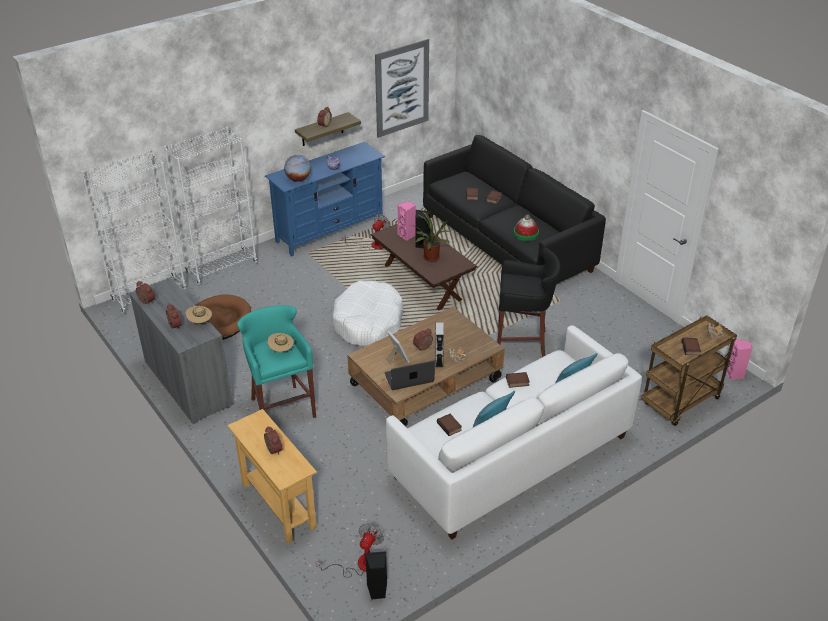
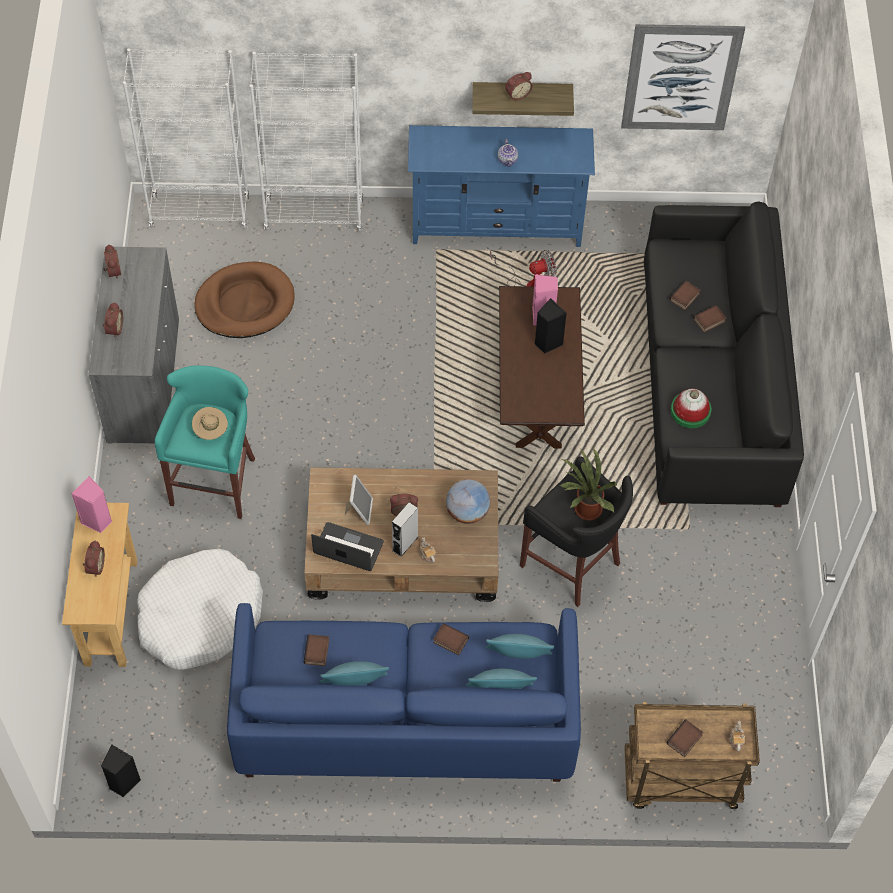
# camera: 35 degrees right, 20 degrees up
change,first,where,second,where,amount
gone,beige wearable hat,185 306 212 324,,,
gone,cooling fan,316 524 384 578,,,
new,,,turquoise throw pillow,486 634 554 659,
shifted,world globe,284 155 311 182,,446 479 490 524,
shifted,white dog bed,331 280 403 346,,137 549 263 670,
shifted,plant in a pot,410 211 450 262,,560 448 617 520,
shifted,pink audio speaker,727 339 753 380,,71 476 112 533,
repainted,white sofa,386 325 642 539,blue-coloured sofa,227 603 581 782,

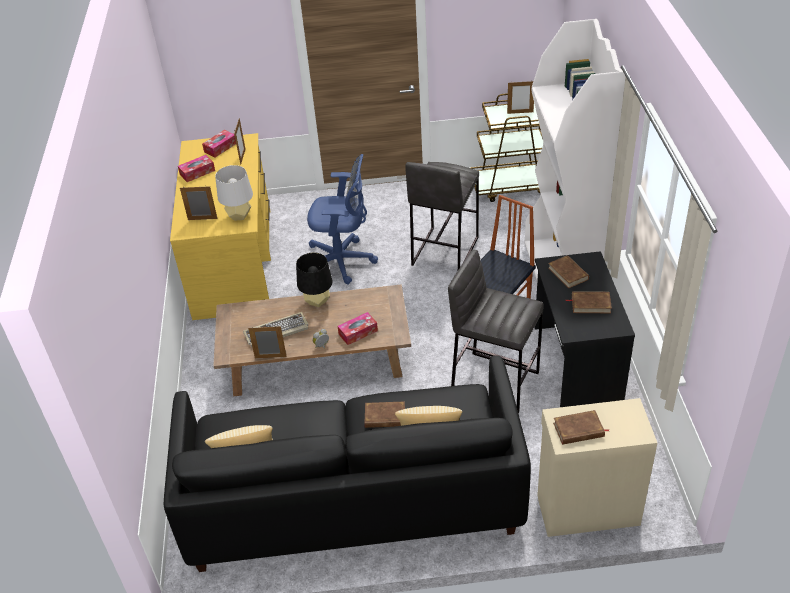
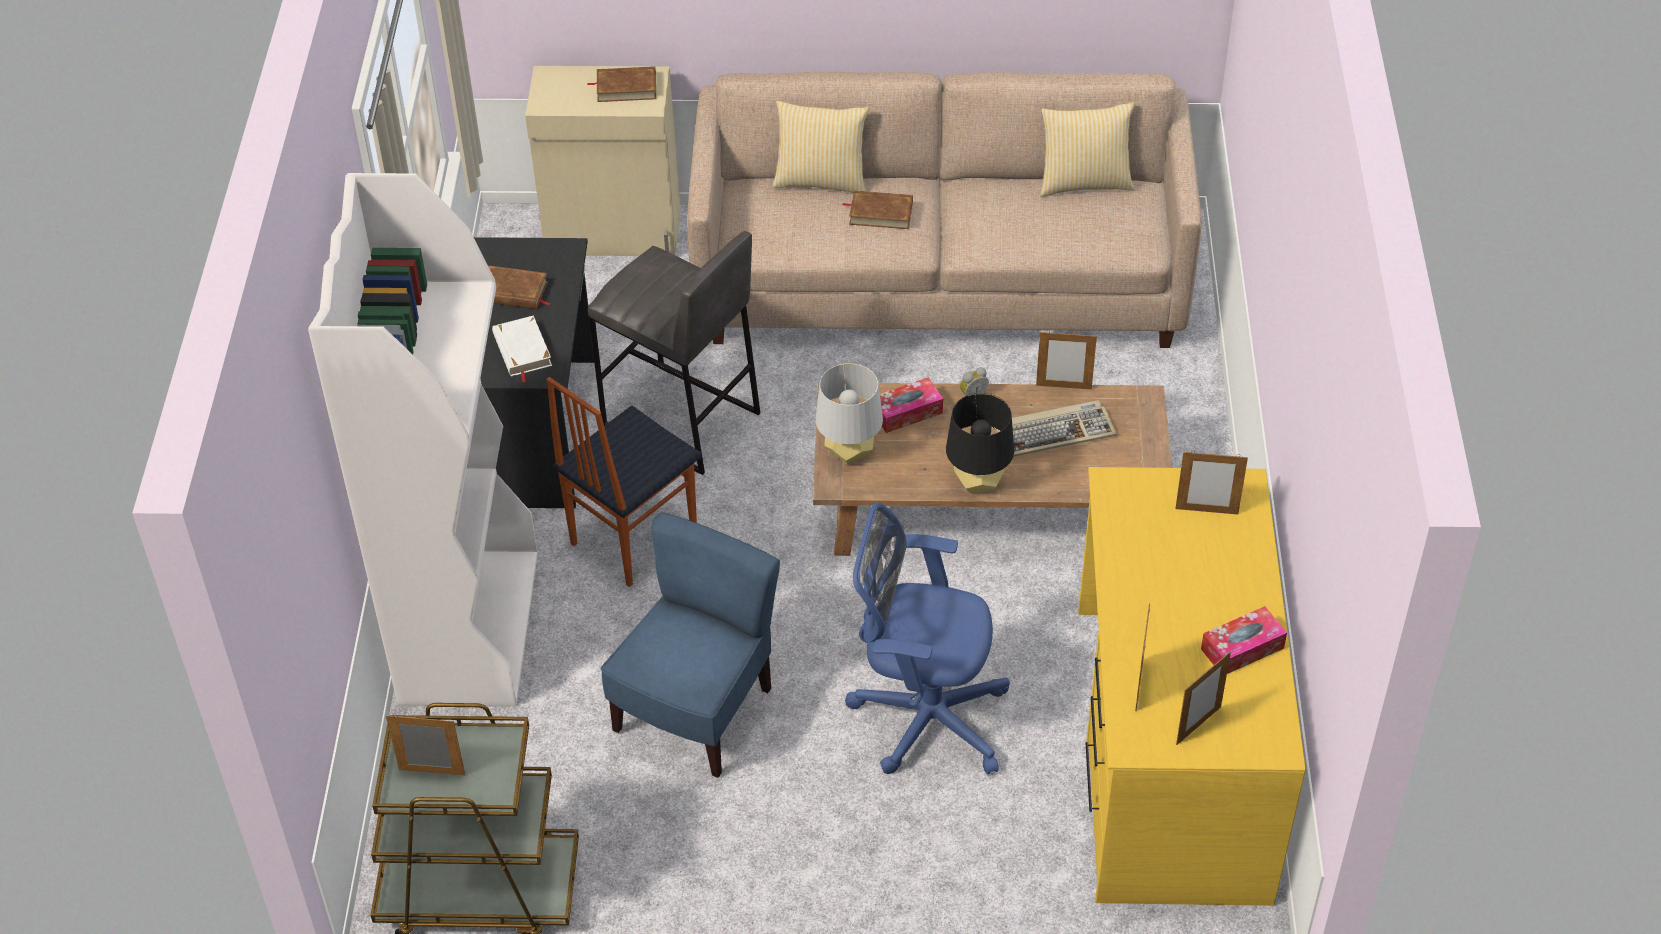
# camera: 175 degrees left, 5 degrees up
change,first,where,second,where,amount
shifted,greyish tabletop lamp,215 165 253 220,,816 363 883 464,
swapped,tissue box,202 130 236 157,picture frame,1176 652 1231 745,
swapped,greyish sitting stool,405 162 479 270,blue-coloured plain chair,601 513 780 778,
repainted,black sofa,164 356 531 572,beige sofa,687 72 1202 348,
repainted,brown book,548 255 589 288,white book,492 316 552 382,

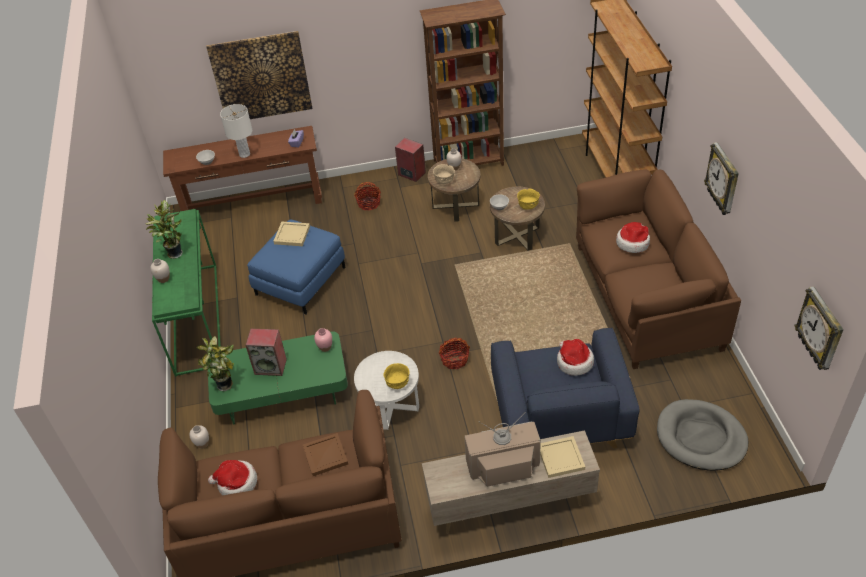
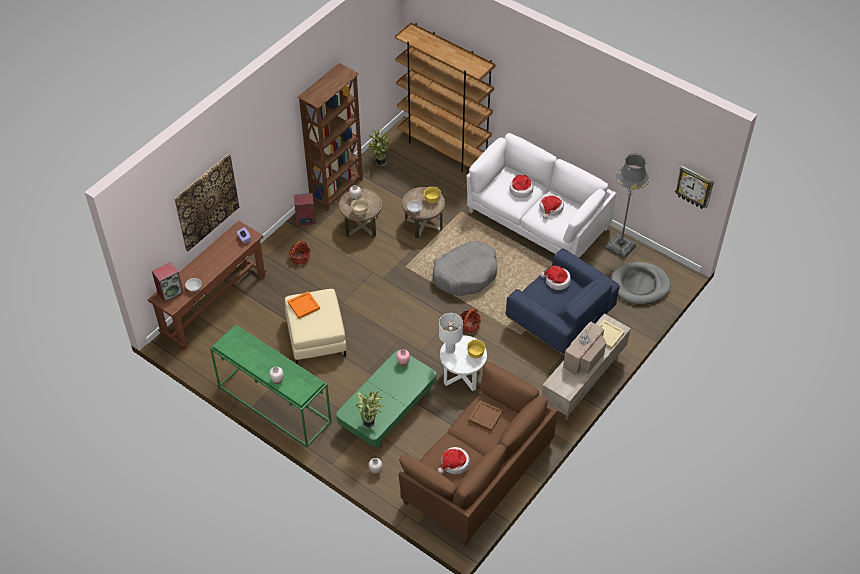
# camera: 45 degrees left, 5 degrees up
change,first,where,second,where,amount
gone,hanging clock,704 142 739 215,,,
new,,,greyish dog bed,432 241 497 296,
new,,,wearable hat,540 194 564 219,
new,,,greyish standing lamp,605 153 650 259,
shifted,plant in a pot,146 200 183 259,,368 128 391 166,
shifted,white tabletop lamp,220 104 252 158,,439 313 463 354,
shifted,audio speaker,245 329 287 376,,152 262 184 303,
repainted,blue-coloured ottoman,247 220 346 315,beige ottoman,285 289 347 365,
repainted,beige carrying tray,273 222 310 246,orangey carrying tray,288 291 320 319,
repainted,brown sofa,576 170 741 369,white sofa,467 133 616 258,

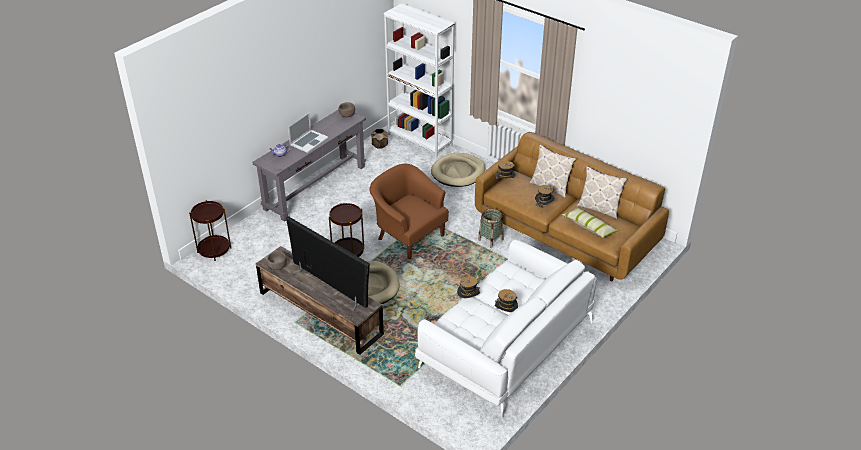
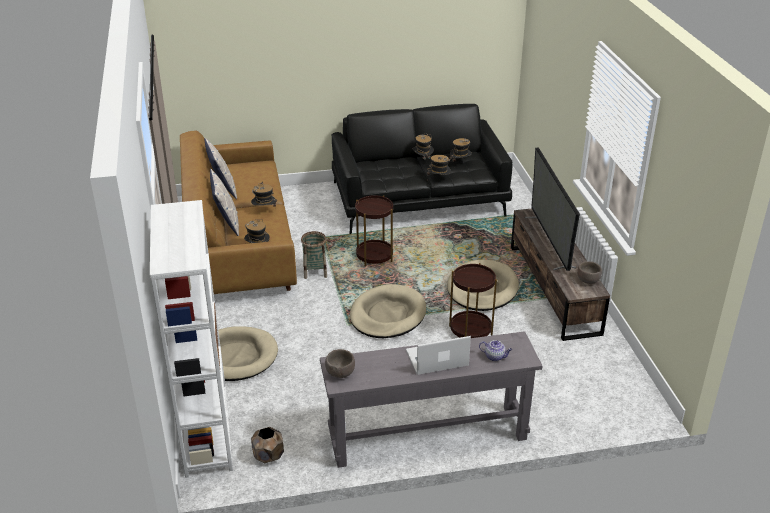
# camera: 140 degrees left, 5 degrees down
change,first,where,second,where,amount
gone,throw pillow,562 207 618 239,,,
new,,,wearable hat,450 138 472 164,
shifted,brown side table,189 200 231 261,,355 195 393 267,
swapped,brown lounge chair,369 164 449 260,beige dog bed,350 284 426 338,
repainted,white sofa,415 240 597 418,black sofa,332 104 512 234,

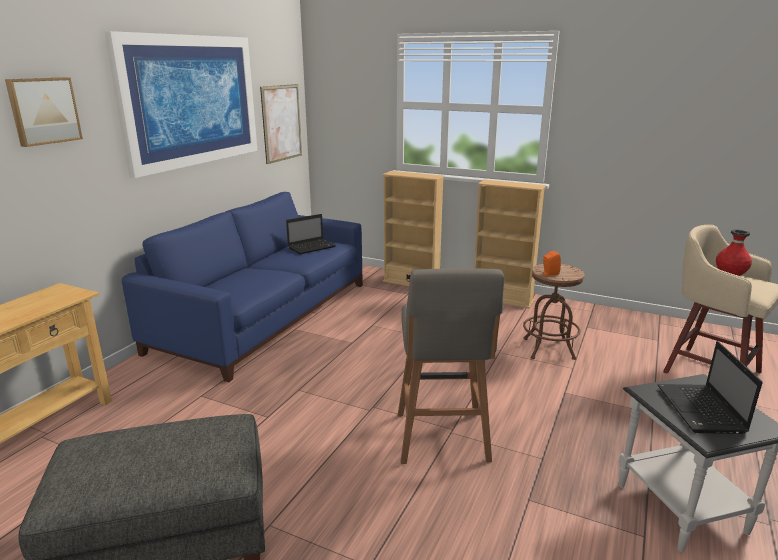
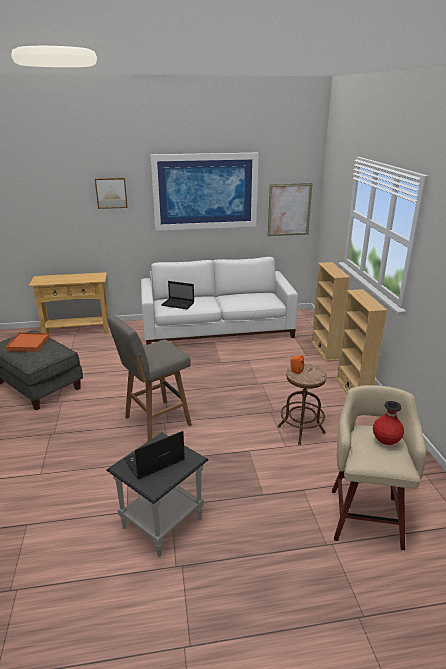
# camera: 55 degrees right, 5 degrees up
change,first,where,second,where,amount
new,,,orangey carrying tray,6 332 50 352,
shifted,notebook computer,286 214 336 254,,161 281 194 309,
repainted,blue-coloured sofa,122 192 363 382,white sofa,141 257 298 345,

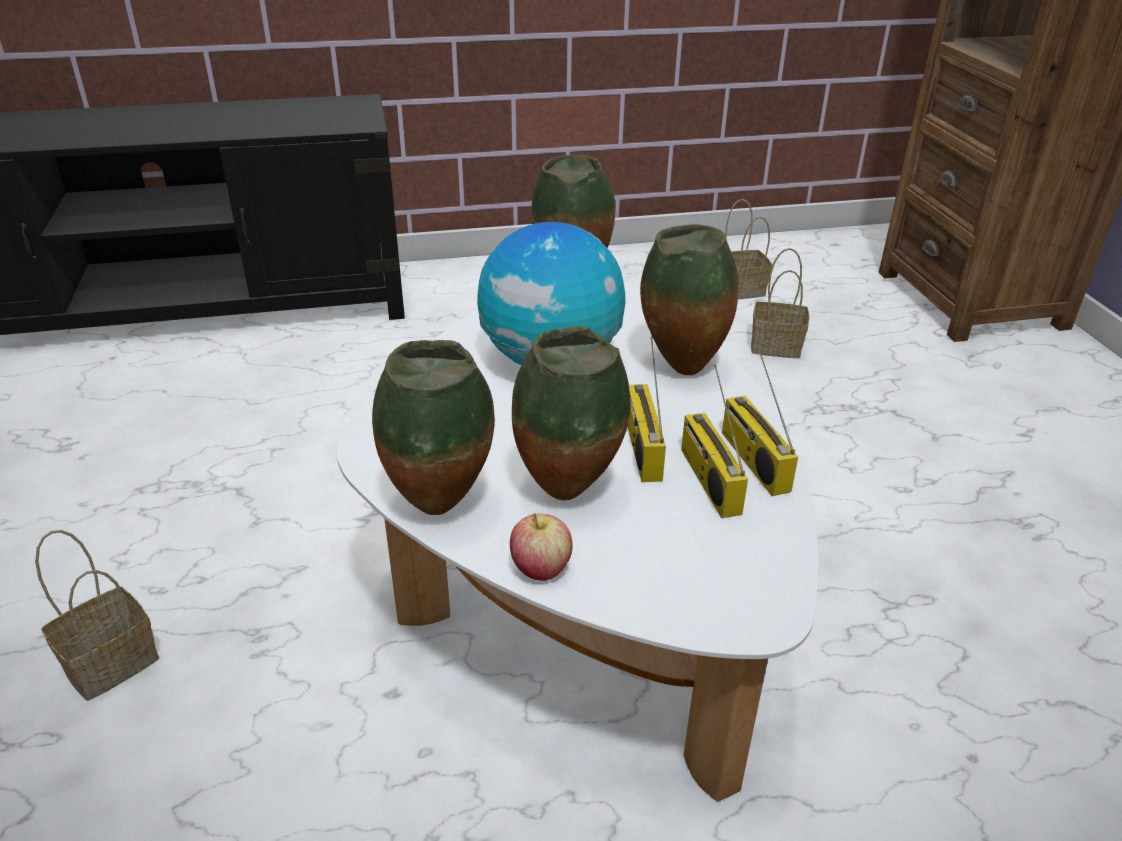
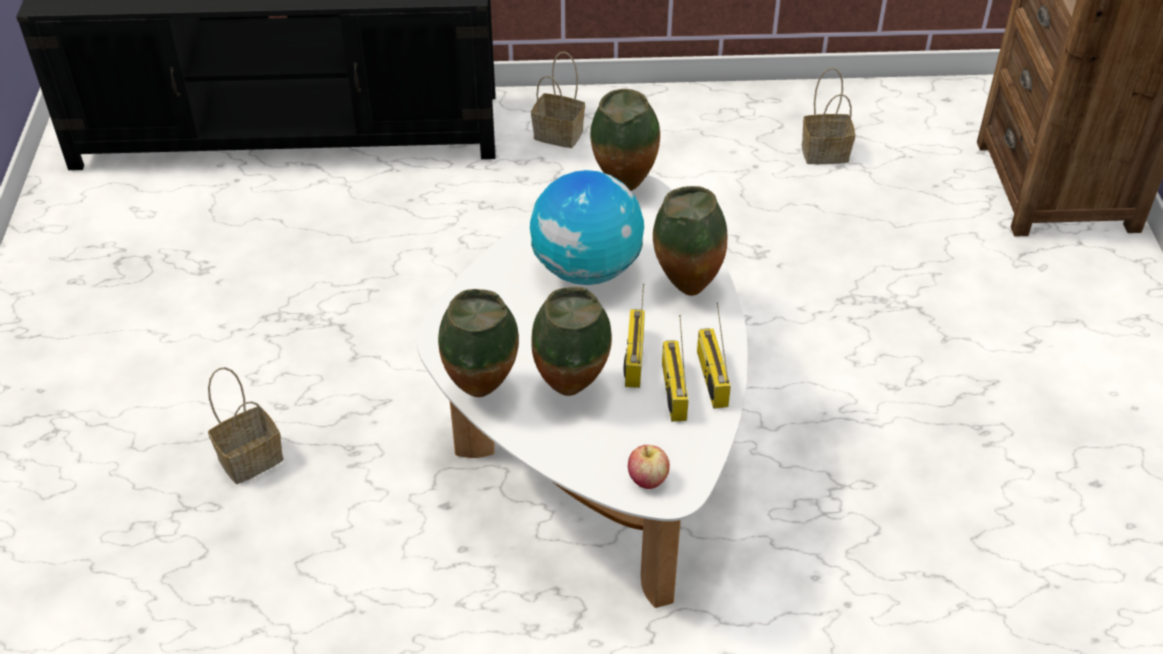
# camera: 10 degrees right, 10 degrees up
change,first,where,second,where,amount
shifted,apple,510 513 572 581,,628 445 670 489,
shifted,storage basket,751 248 809 358,,531 52 585 148,

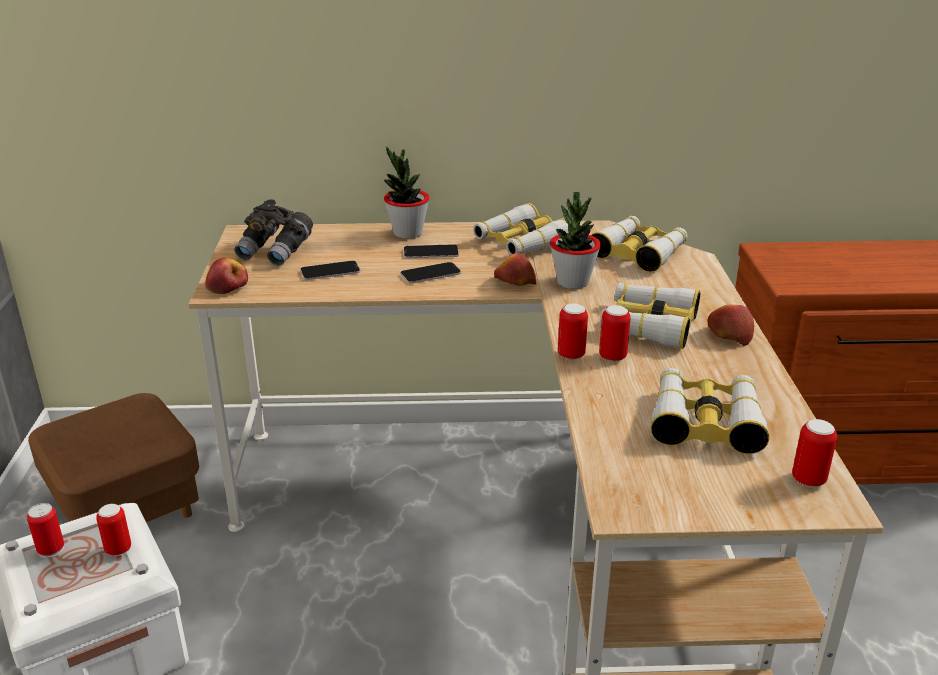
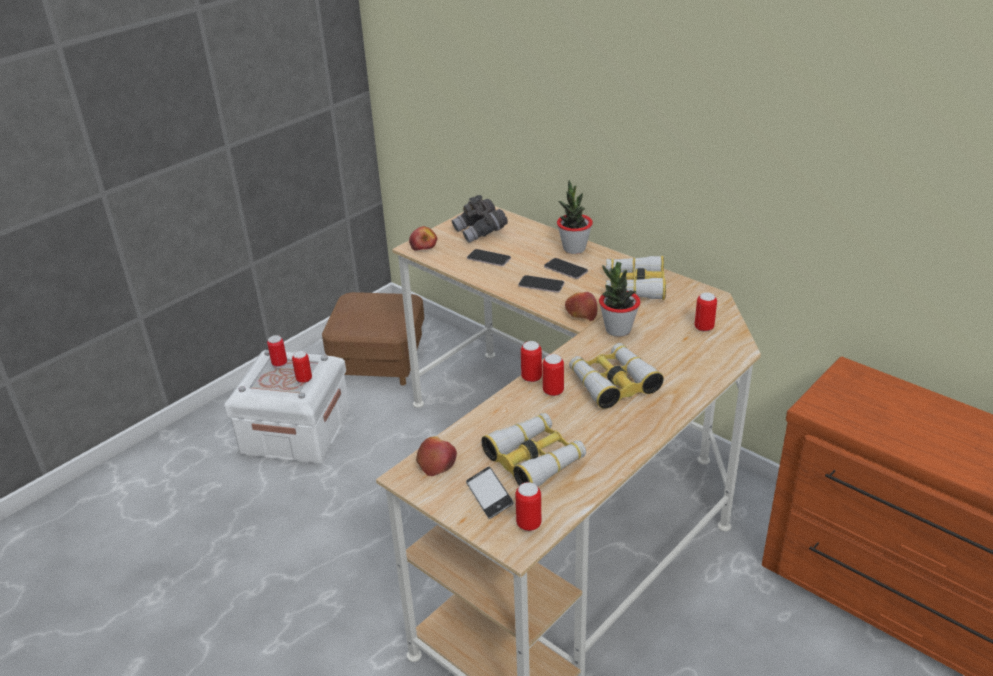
# camera: 45 degrees right, 5 degrees up
change,first,where,second,where,amount
new,,,phone,466 467 514 519,
shifted,apple,708 304 754 346,,416 436 457 476,
swapped,binoculars,591 216 688 272,can,695 292 717 332,

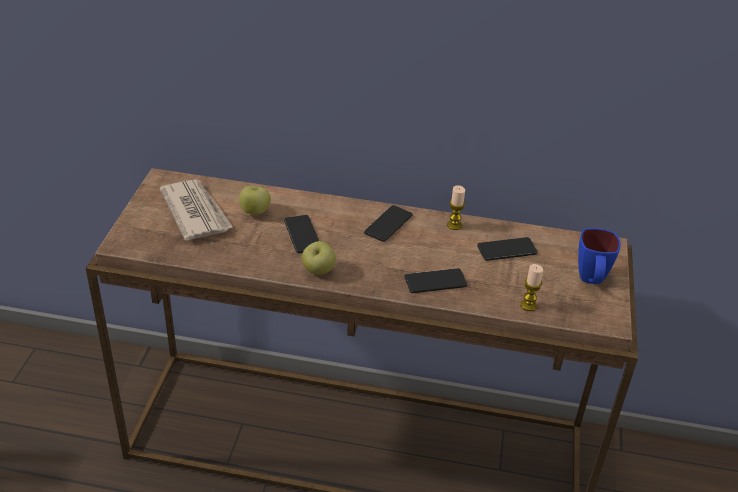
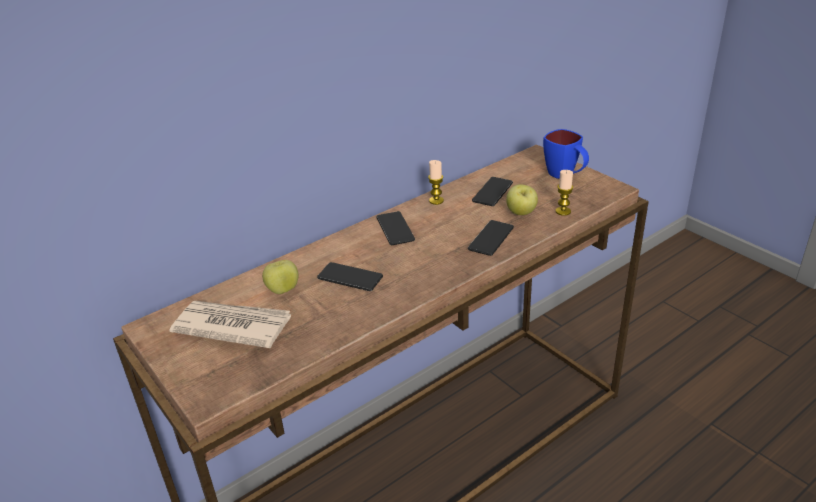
# camera: 45 degrees left, 5 degrees down
change,first,where,second,where,amount
shifted,apple,302 241 336 275,,506 184 538 215,

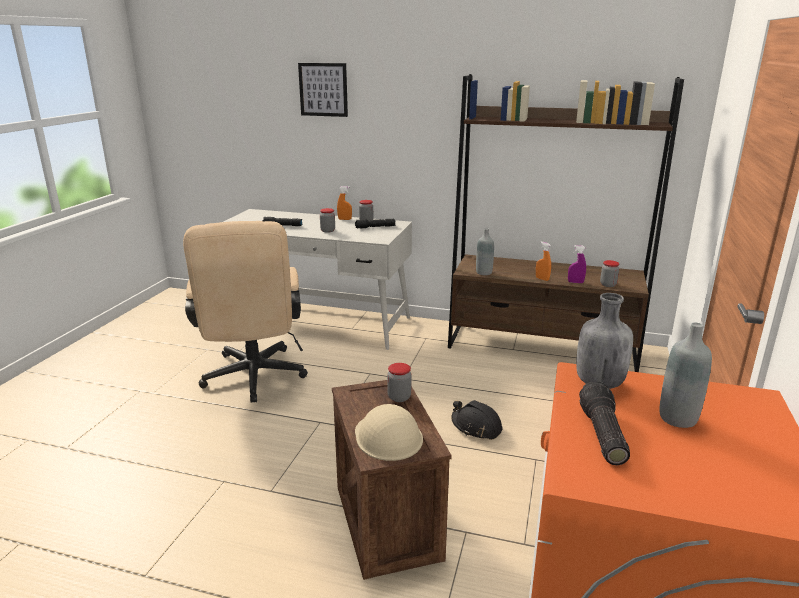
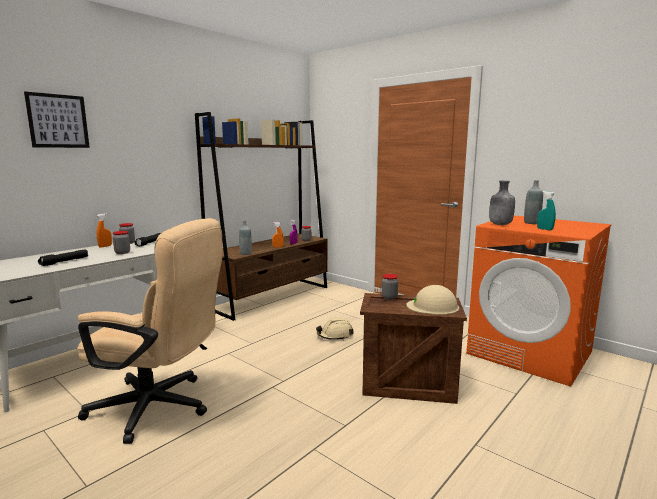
# camera: 65 degrees left, 10 degrees down
change,first,where,second,where,amount
swapped,hand torch,579 381 630 465,turquoise sprayer,537 191 556 230,
repainted,black hard hat,451 400 502 440,beige hard hat,316 318 354 340,

